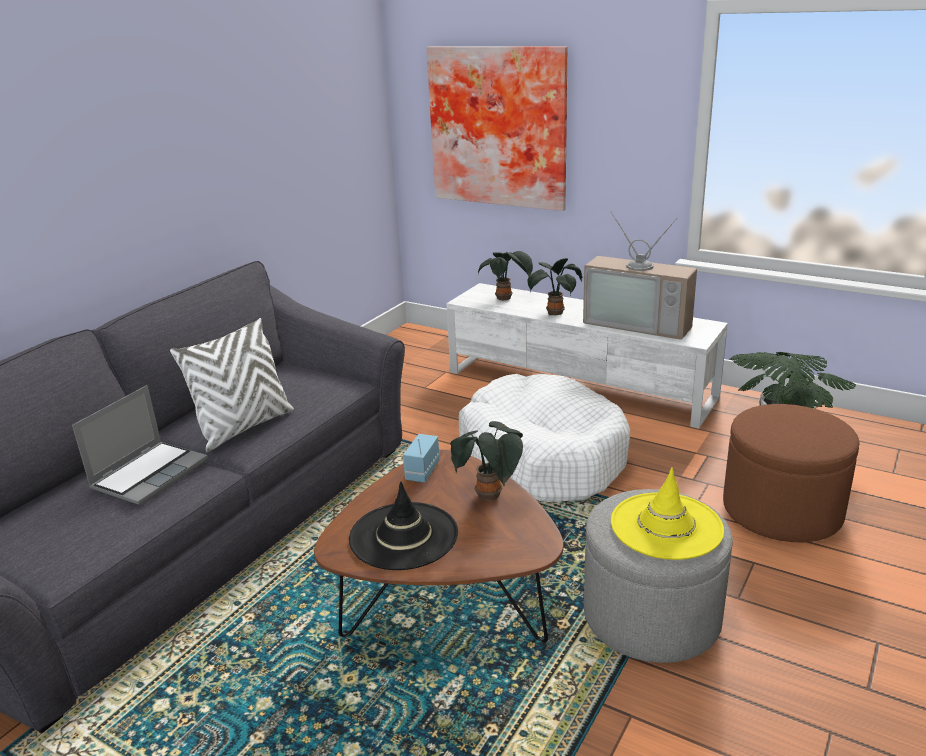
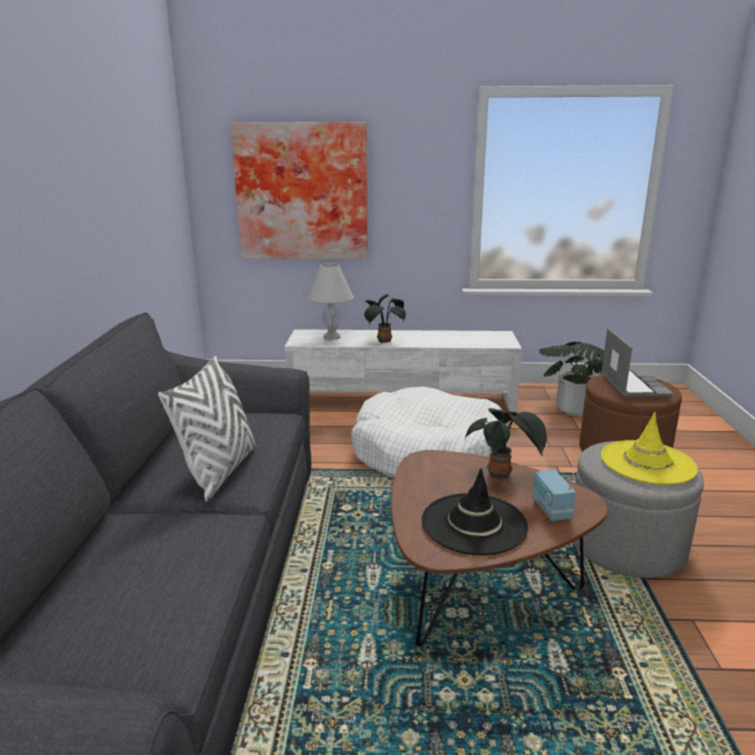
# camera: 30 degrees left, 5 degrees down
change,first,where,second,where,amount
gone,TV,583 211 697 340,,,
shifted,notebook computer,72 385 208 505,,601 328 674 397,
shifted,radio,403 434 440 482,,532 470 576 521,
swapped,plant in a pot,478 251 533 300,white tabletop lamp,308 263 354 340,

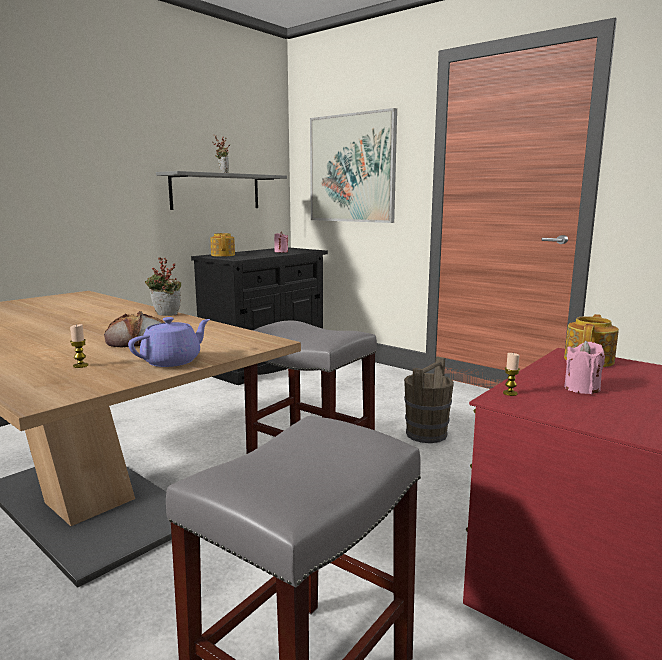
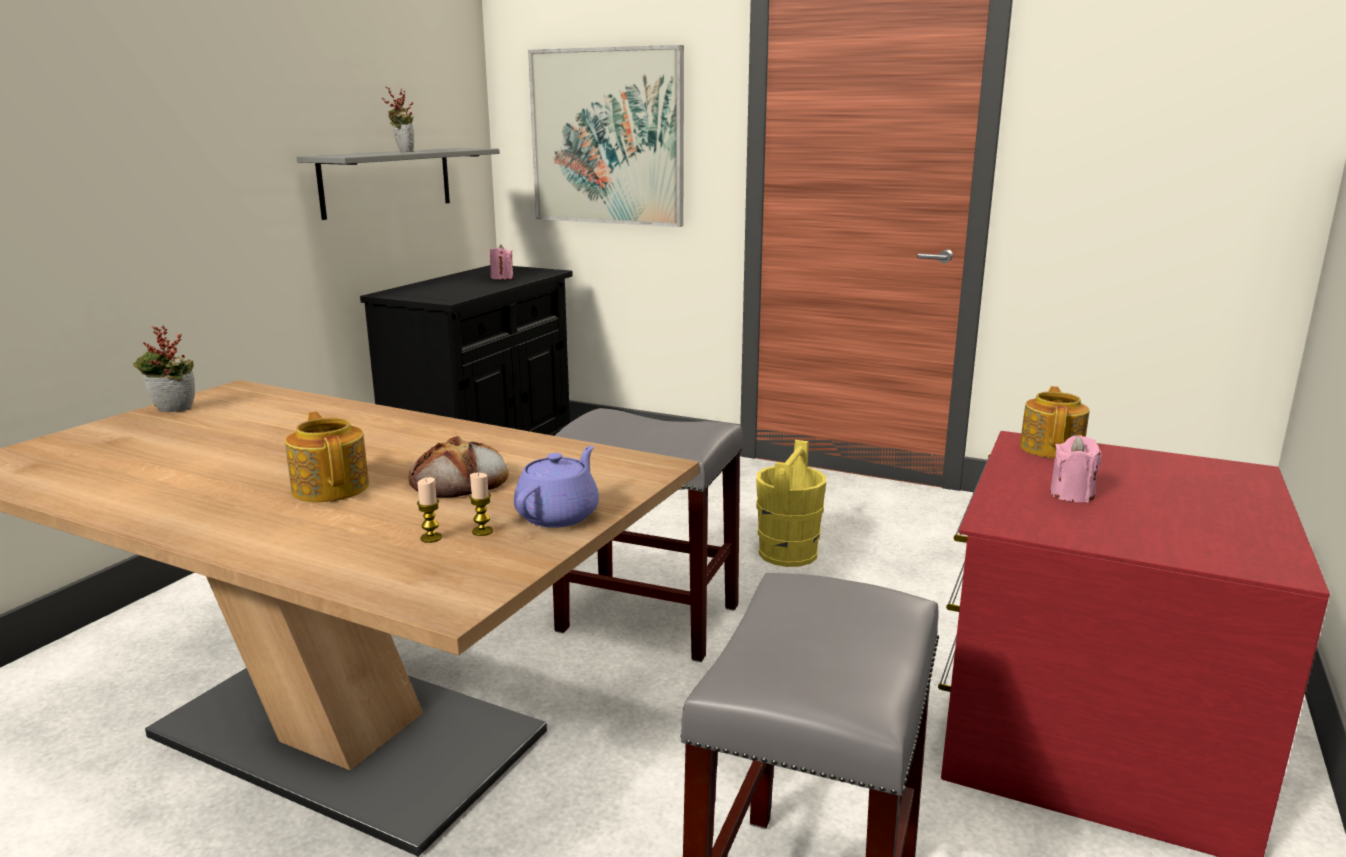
# camera: 15 degrees left, 5 degrees up
change,first,where,second,where,amount
shifted,plant in a pot,145 257 181 316,,133 325 195 412,
shifted,tea pot,211 233 235 257,,285 412 369 502,
shifted,wax light,503 353 520 396,,469 473 493 536,
repainted,brown water bucket,404 356 454 443,yellowish water bucket,756 440 826 567,

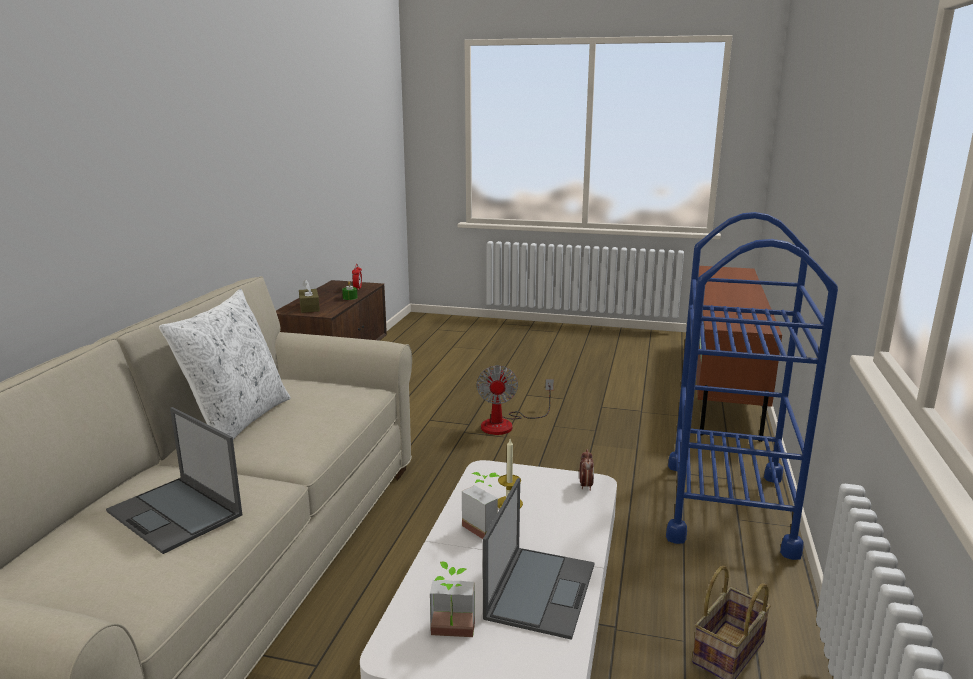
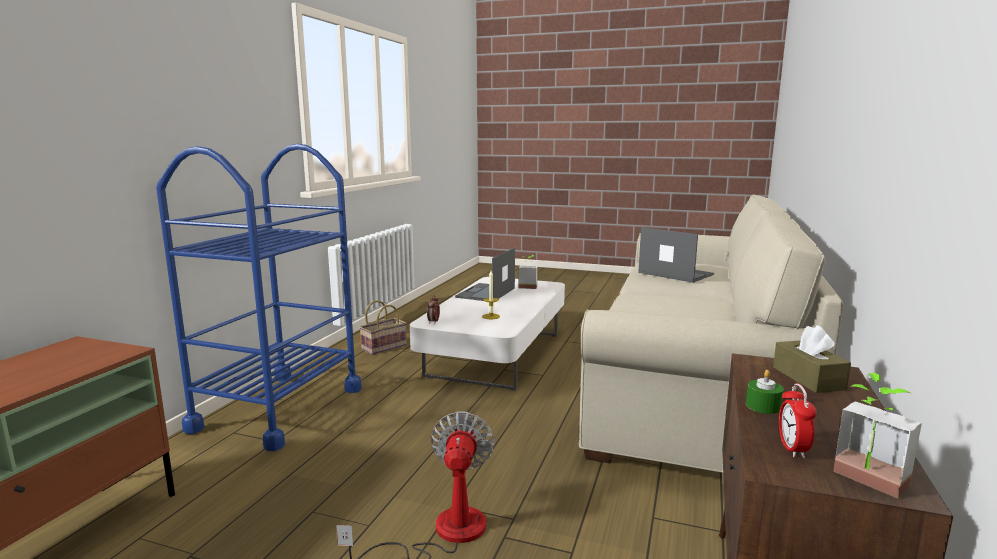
# camera: 175 degrees left, 5 degrees down
change,first,where,second,where,amount
gone,white throw pillow,159 289 291 440,,,
shifted,plant in a pot,462 472 500 539,,833 373 922 498,

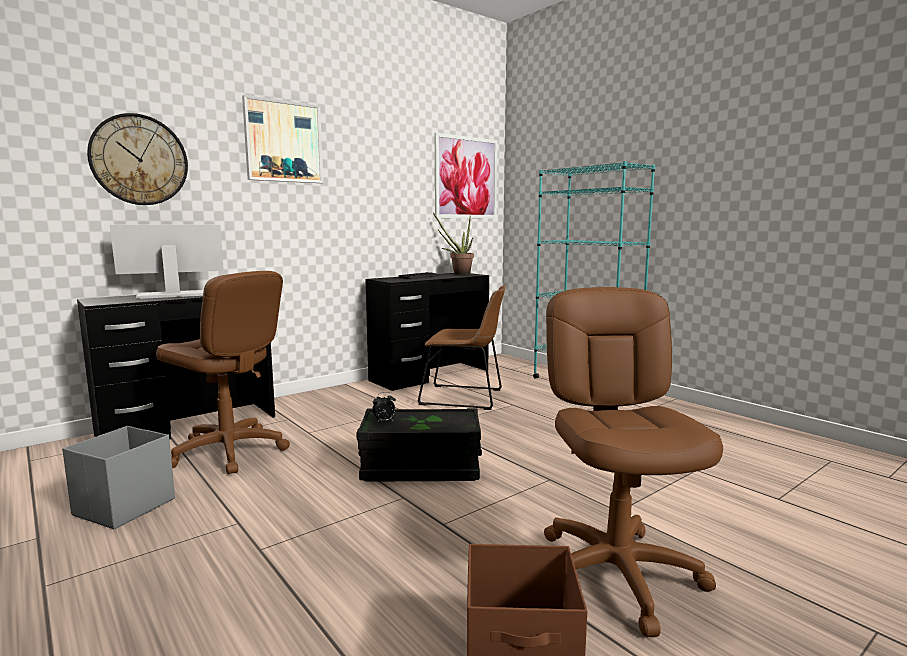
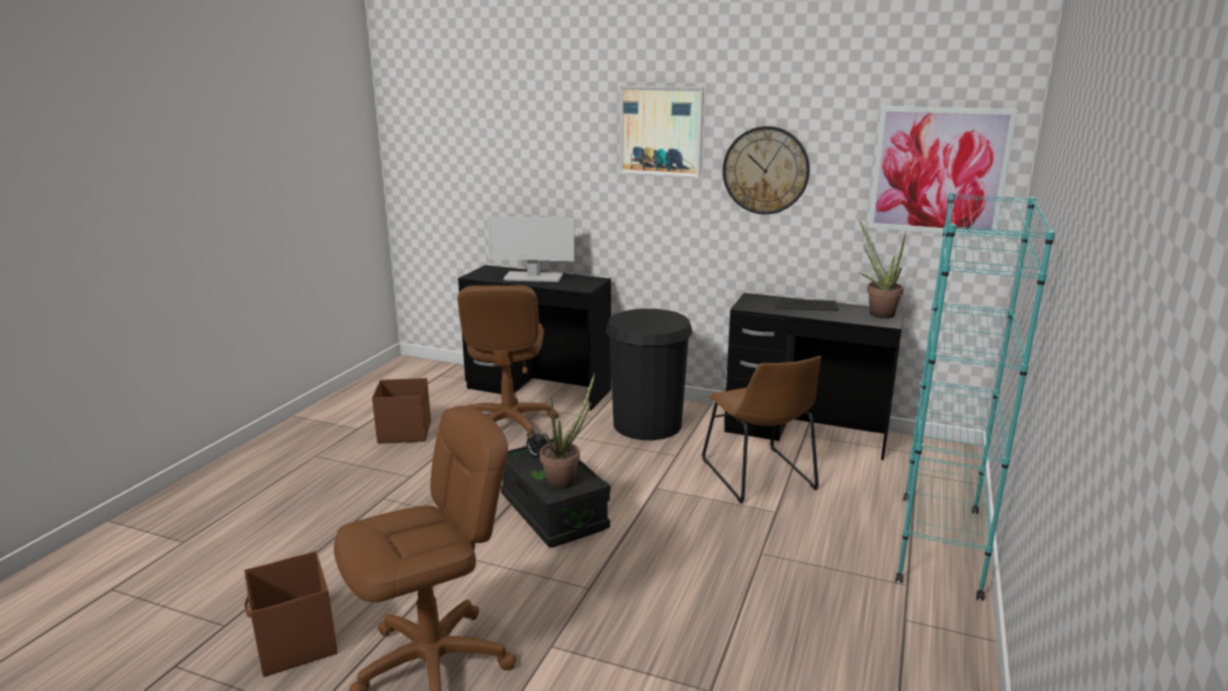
# camera: 60 degrees right, 10 degrees up
change,first,where,second,where,amount
new,,,plant in a pot,540 373 595 489,
new,,,black rubbish bin,606 309 692 440,
shifted,hanging clock,87 113 188 205,,723 126 810 214,
repainted,greyish storage container,62 426 175 529,brown storage container,372 378 431 444,
rotated,computer screen,110 225 224 299,,487 216 575 282,150 degrees clockwise

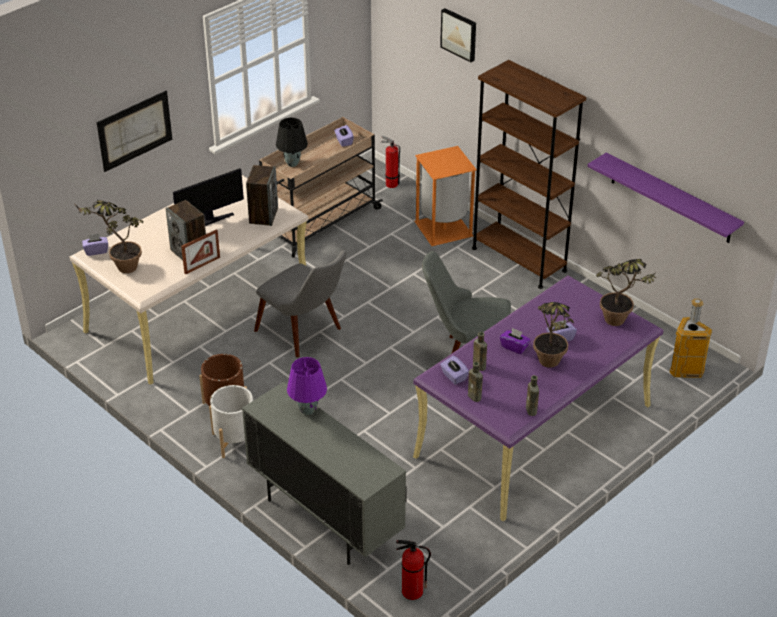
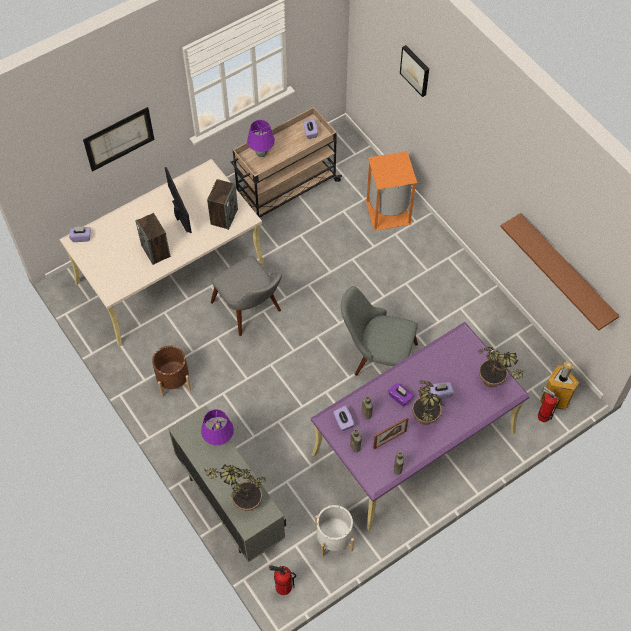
# camera: 10 degrees right, 20 degrees up
change,first,where,second,where,amount
gone,brown bookcase,472 60 586 289,,,
shifted,plant in a pot,73 200 144 273,,202 464 266 511,
shifted,picture frame,181 229 220 275,,373 417 409 449,
shifted,white plant pot,209 385 253 458,,315 505 354 557,
shifted,extinguisher,381 135 400 188,,538 387 560 422,
repainted,black tabletop lamp,276 118 308 167,purplish tabletop lamp,247 120 275 157,
repainted,purplish bracket shelf,587 153 744 243,brown bracket shelf,500 213 619 331,
rotated,computer screen,173 168 244 226,,165 167 192 233,90 degrees counterclockwise

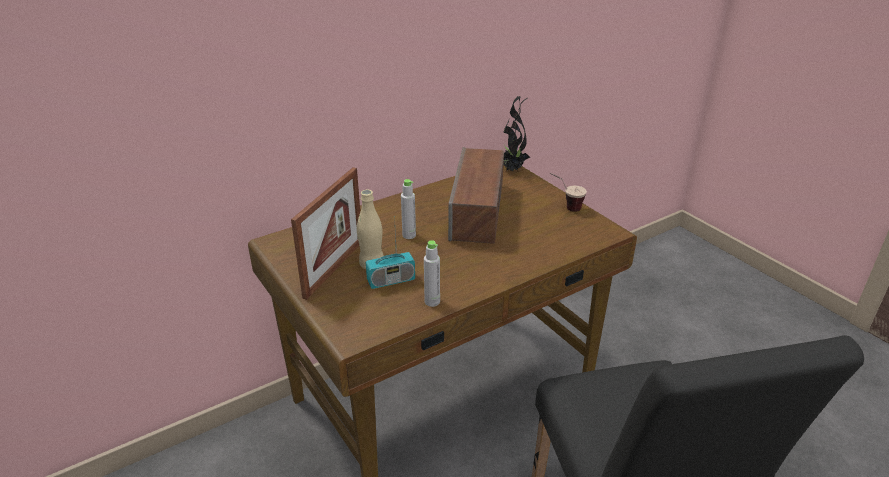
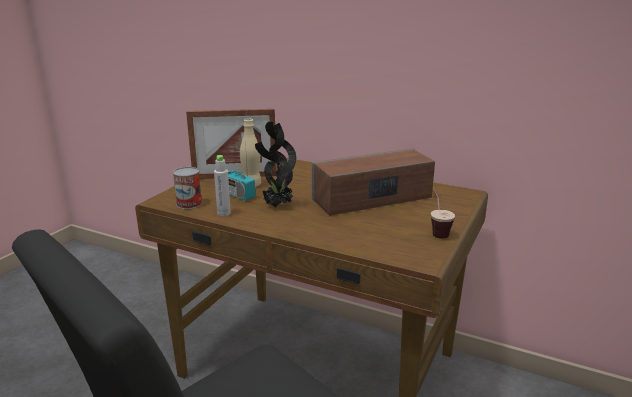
# camera: 60 degrees right, 10 degrees down
change,first,where,second,where,amount
gone,greyish drink bottle,401 179 416 239,,,
new,,,can,173 167 202 209,
shifted,plant in a pot,504 96 530 171,,255 122 296 208,

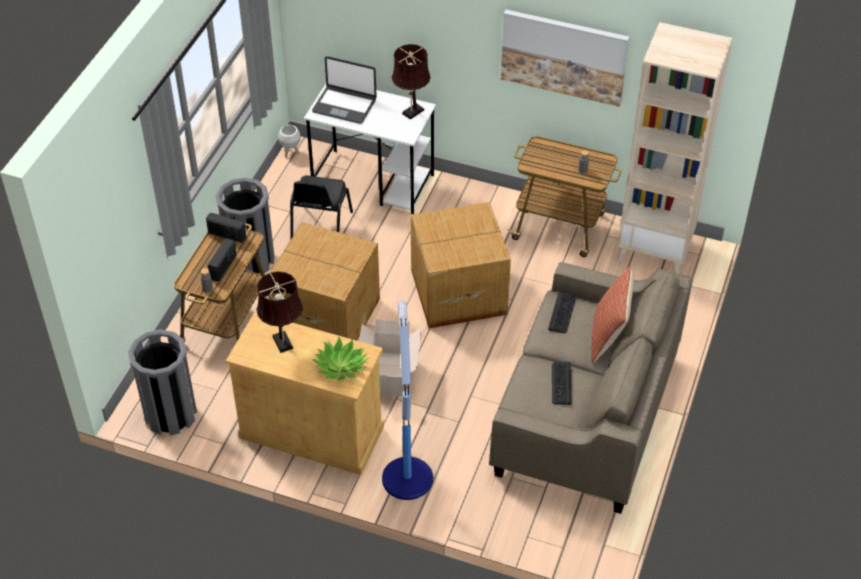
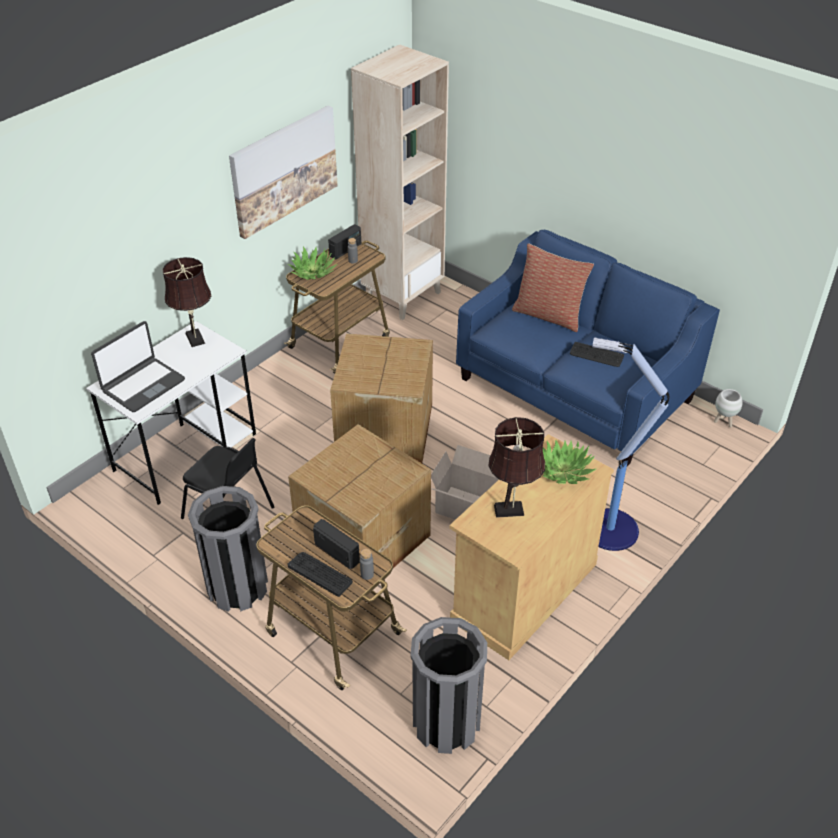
# camera: 70 degrees left, 5 degrees down
change,first,where,second,where,amount
new,,,plant in a pot,288 247 337 280,
shifted,radio,206 213 246 243,,328 224 361 260,
shifted,white plant pot,278 125 301 158,,714 389 742 427,
shifted,keyboard,548 292 576 333,,287 552 353 597,
repainted,beige sofa,489 262 693 514,blue-coloured sofa,456 230 720 466,

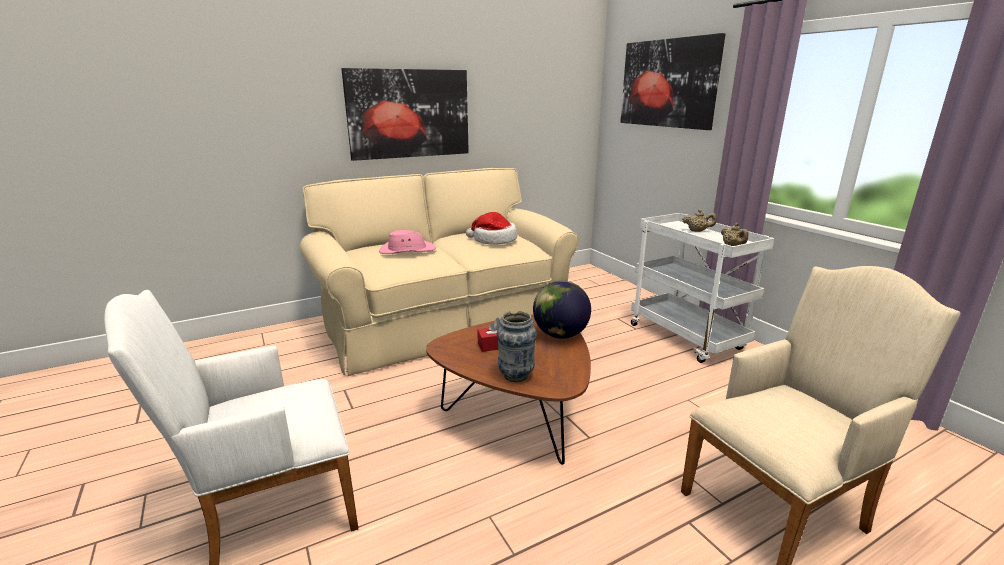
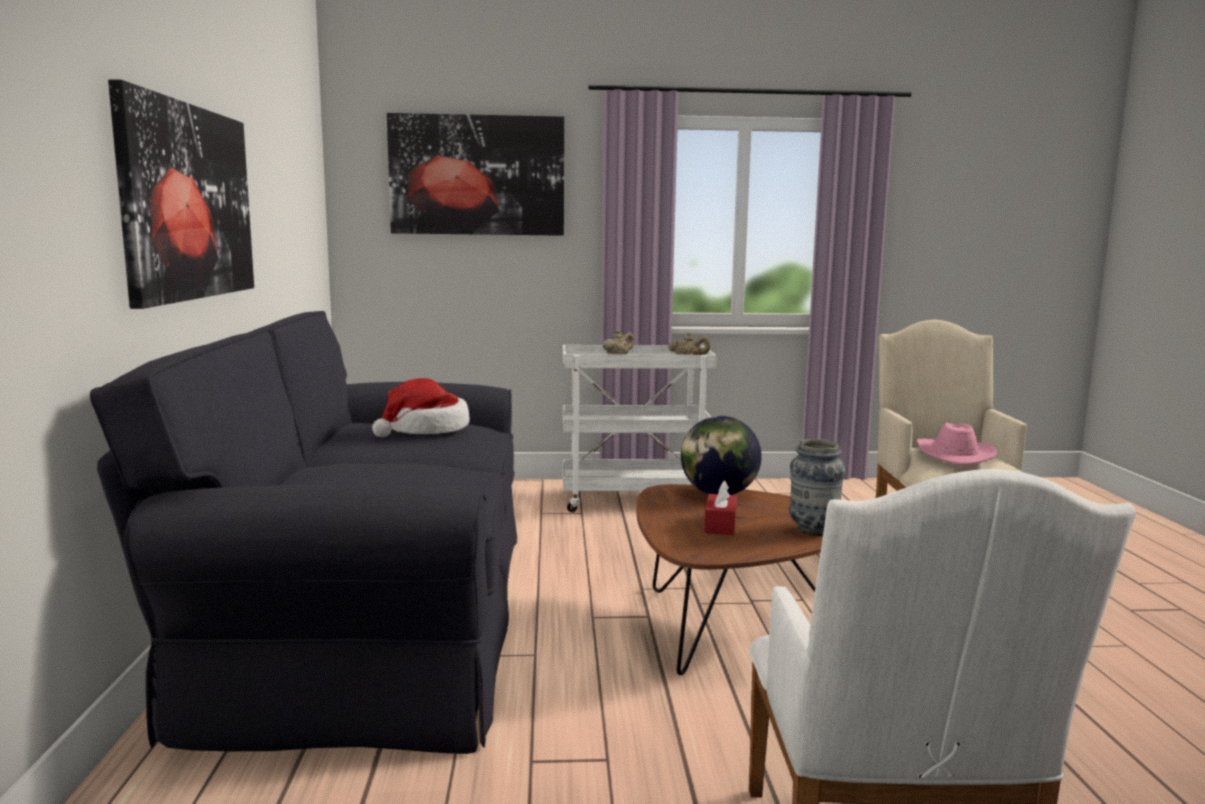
# camera: 65 degrees left, 10 degrees down
change,first,where,second,where,amount
shifted,pink wearable hat,379 230 437 254,,916 423 997 465,
repainted,beige sofa,300 168 579 376,black sofa,90 311 517 754,

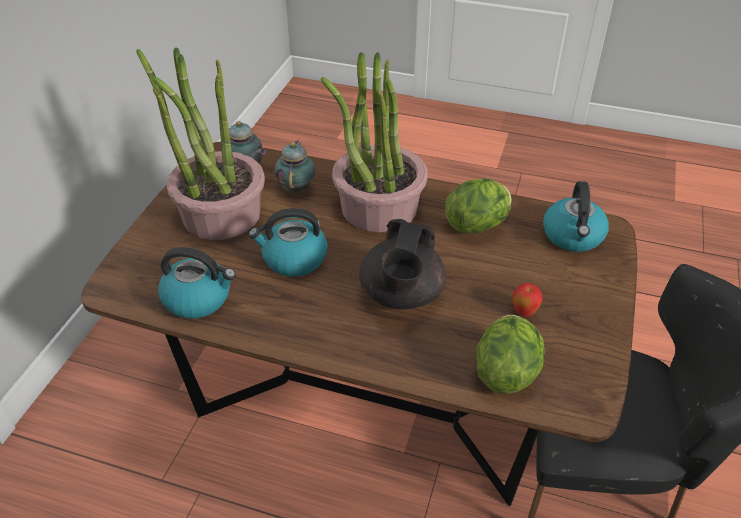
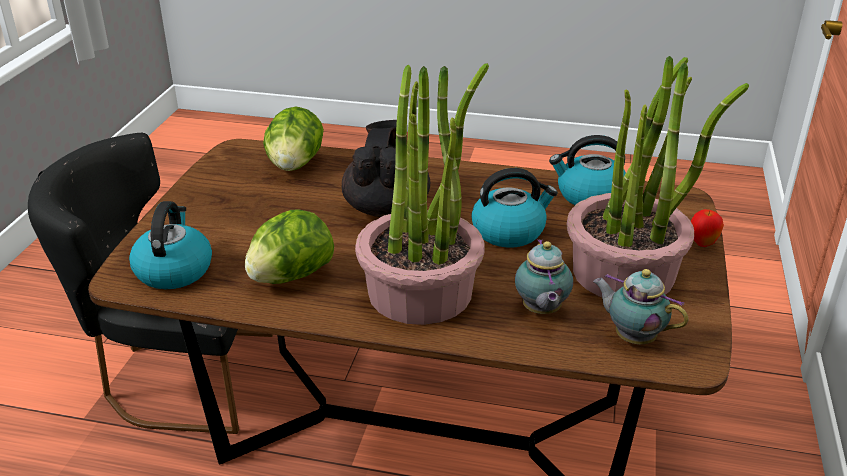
# camera: 175 degrees right, 10 degrees down
change,first,where,second,where,amount
shifted,apple,513 283 543 317,,691 209 724 247,

